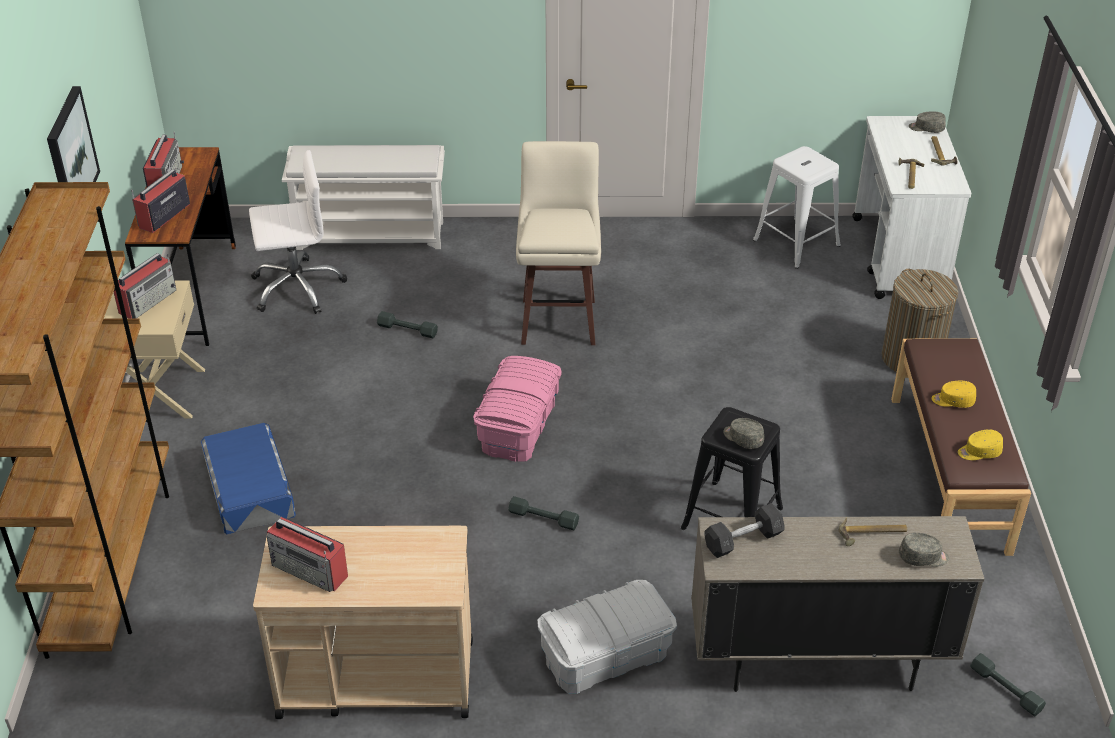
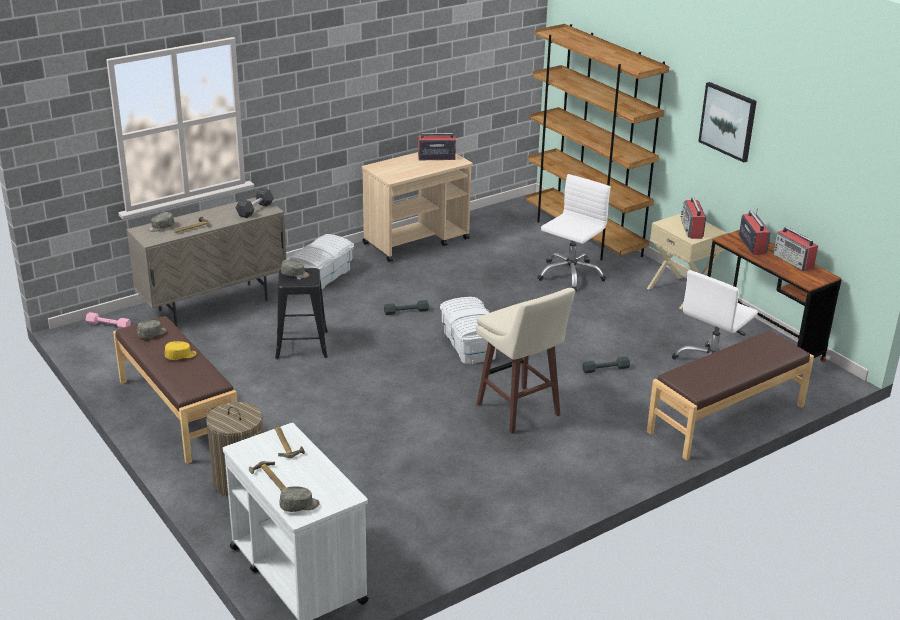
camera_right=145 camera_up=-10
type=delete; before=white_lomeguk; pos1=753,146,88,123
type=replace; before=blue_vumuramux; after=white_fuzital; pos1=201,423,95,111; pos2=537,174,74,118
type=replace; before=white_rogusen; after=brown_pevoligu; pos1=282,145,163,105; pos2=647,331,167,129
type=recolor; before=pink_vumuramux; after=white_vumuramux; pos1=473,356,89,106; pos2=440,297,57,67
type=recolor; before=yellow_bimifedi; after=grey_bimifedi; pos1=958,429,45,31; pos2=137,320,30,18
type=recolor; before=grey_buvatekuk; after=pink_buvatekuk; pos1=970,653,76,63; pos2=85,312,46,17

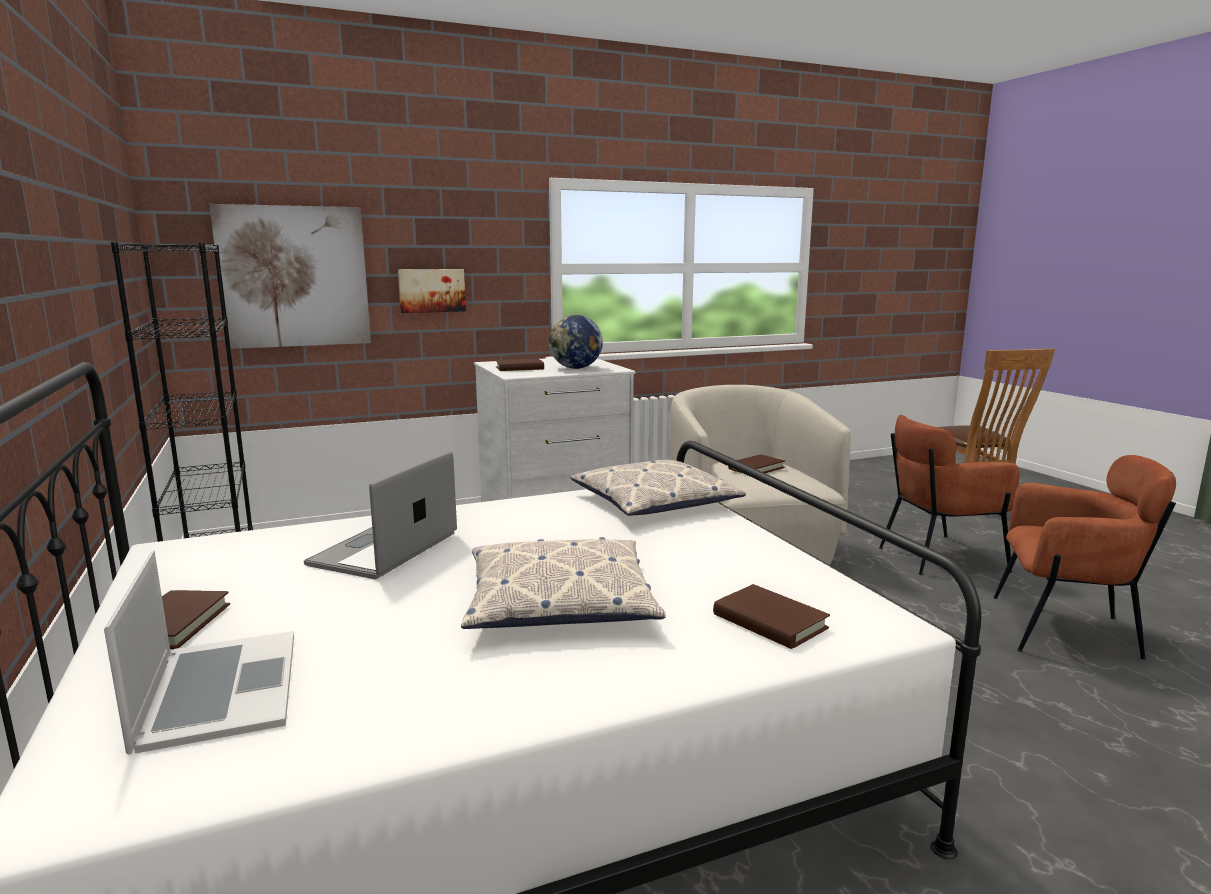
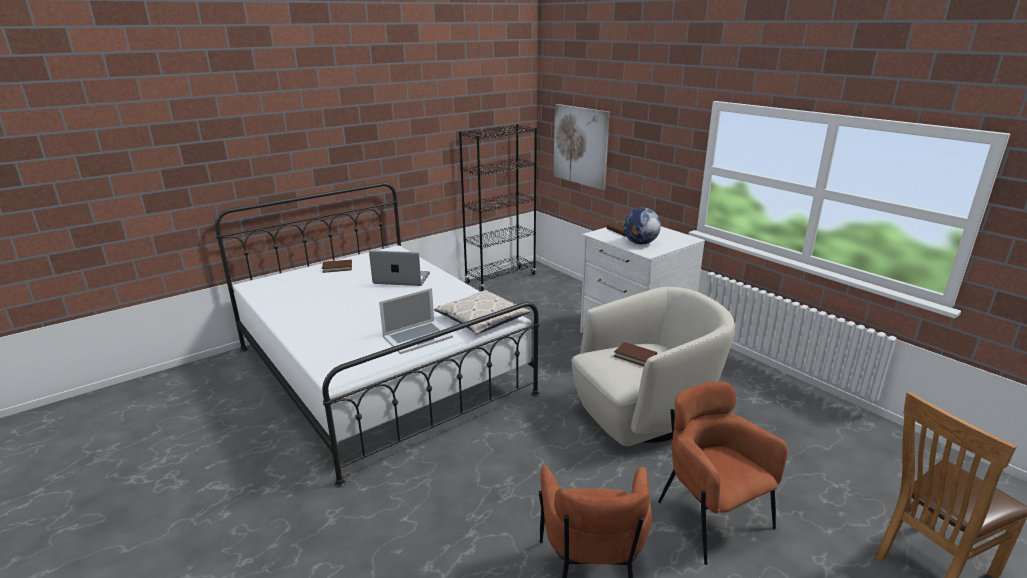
camera_right=75 camera_up=10
type=delete; before=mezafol; pos1=398,269,68,44
type=delete; before=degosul; pos1=461,537,205,92
type=delete; before=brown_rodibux; pos1=713,584,117,65
type=move; before=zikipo; pos1=104,550,190,205; pos2=379,288,74,66

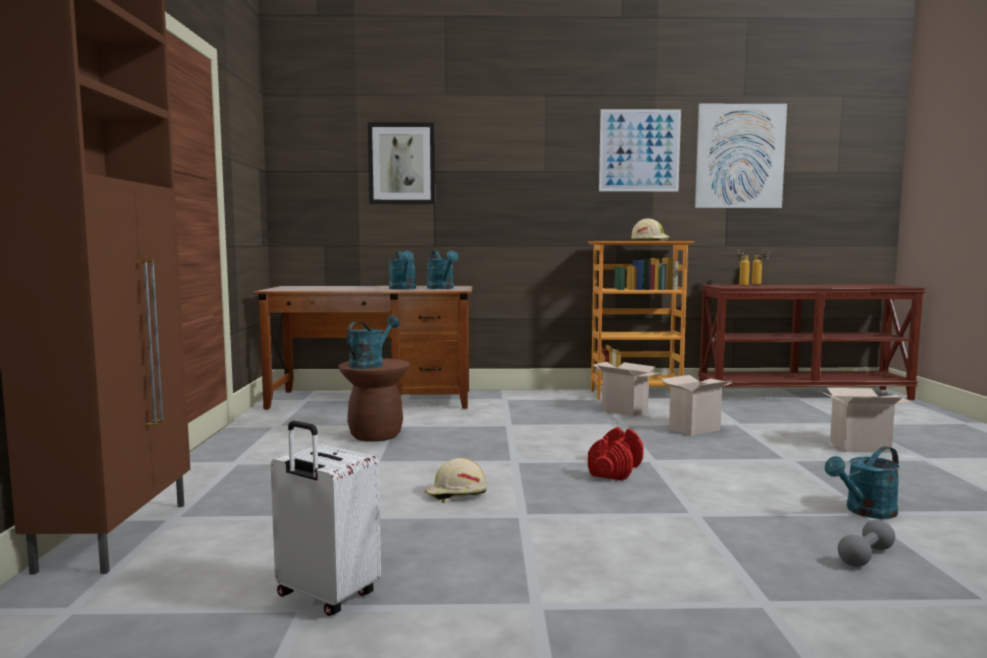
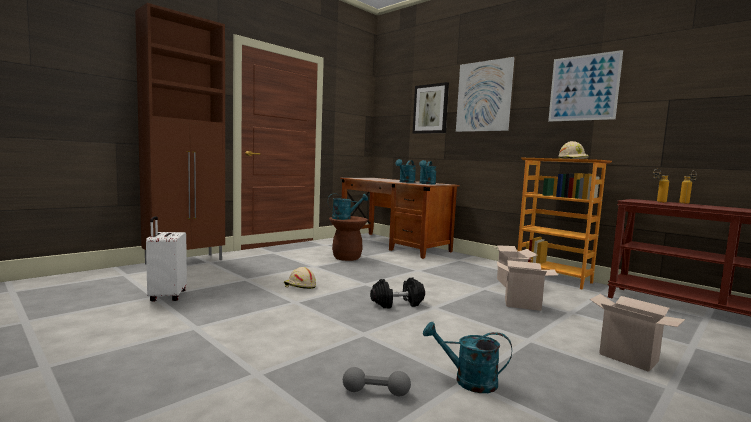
camera_right=45 camera_up=0
type=move; before=mezafol; pos1=695,104,92,104; pos2=456,57,59,75
type=recolor; before=red_buvatekuk; after=black_buvatekuk; pos1=588,427,56,54; pos2=370,278,55,31

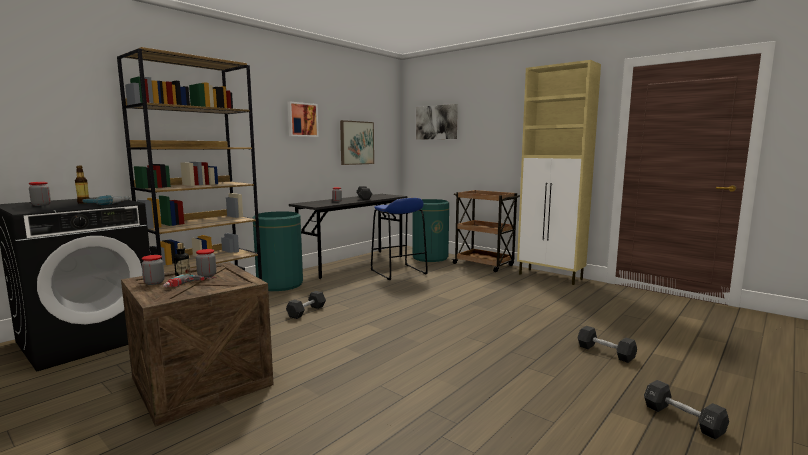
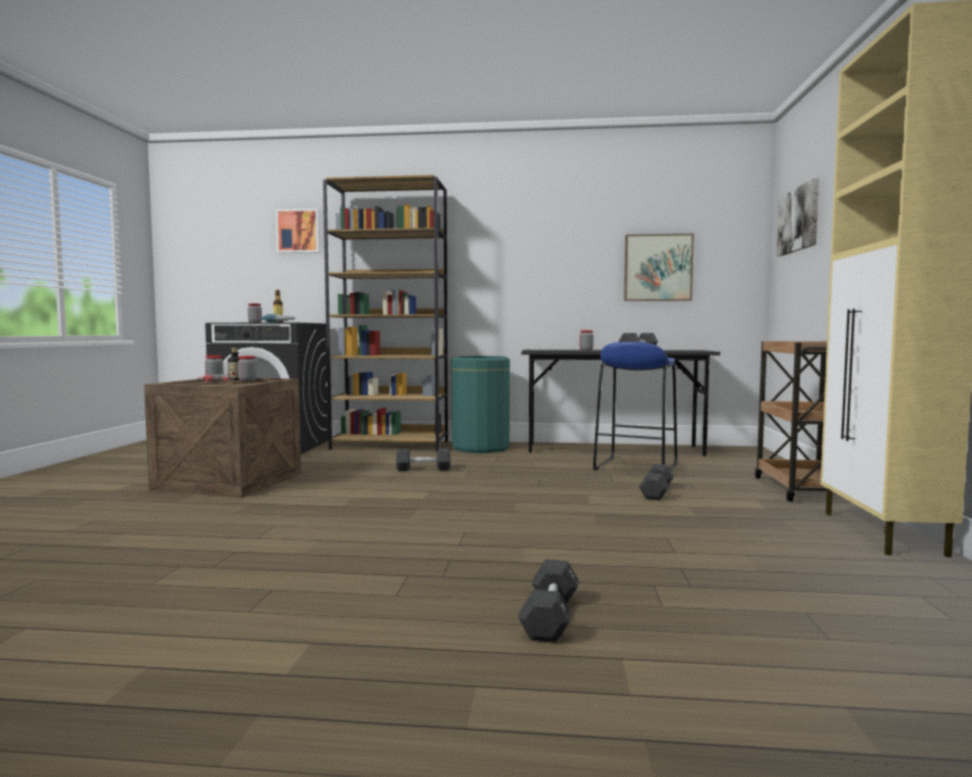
camera_right=55 camera_up=-5
type=delete; before=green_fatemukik; pos1=412,199,37,63
type=move; before=mezafol; pos1=288,102,31,35; pos2=276,208,44,45
type=move; before=black_buvatekuk; pos1=644,380,85,59; pos2=639,464,35,36

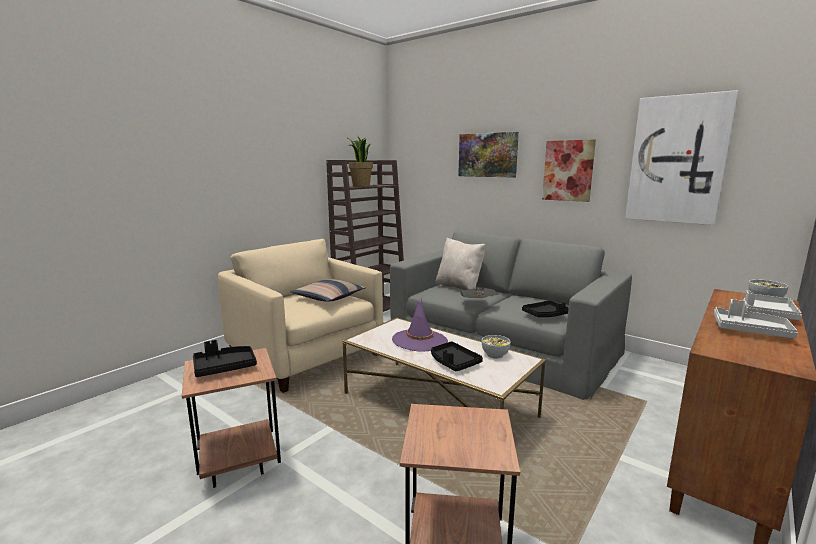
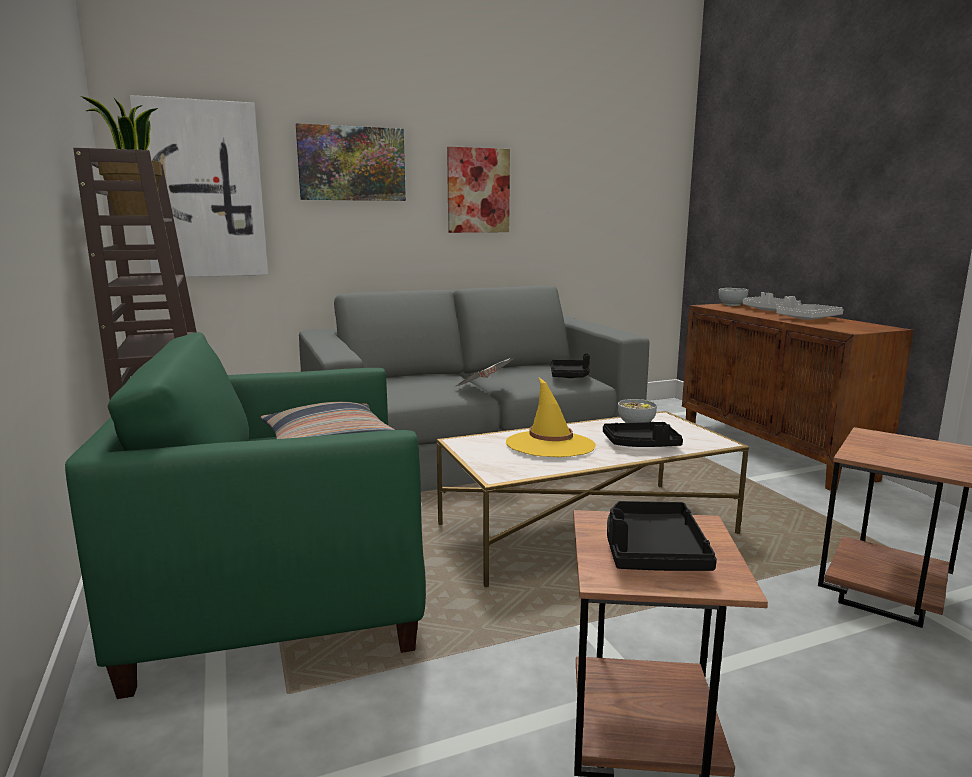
camera_right=-60 camera_up=0
type=delete; before=beige_degosul; pos1=435,238,51,52
type=move; before=mezafol; pos1=625,90,114,135; pos2=130,95,138,182
type=recolor; before=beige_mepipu; after=green_mepipu; pos1=218,239,165,154; pos2=65,332,361,367
type=recolor; before=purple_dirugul; after=yellow_dirugul; pos1=392,298,56,54; pos2=506,378,90,79

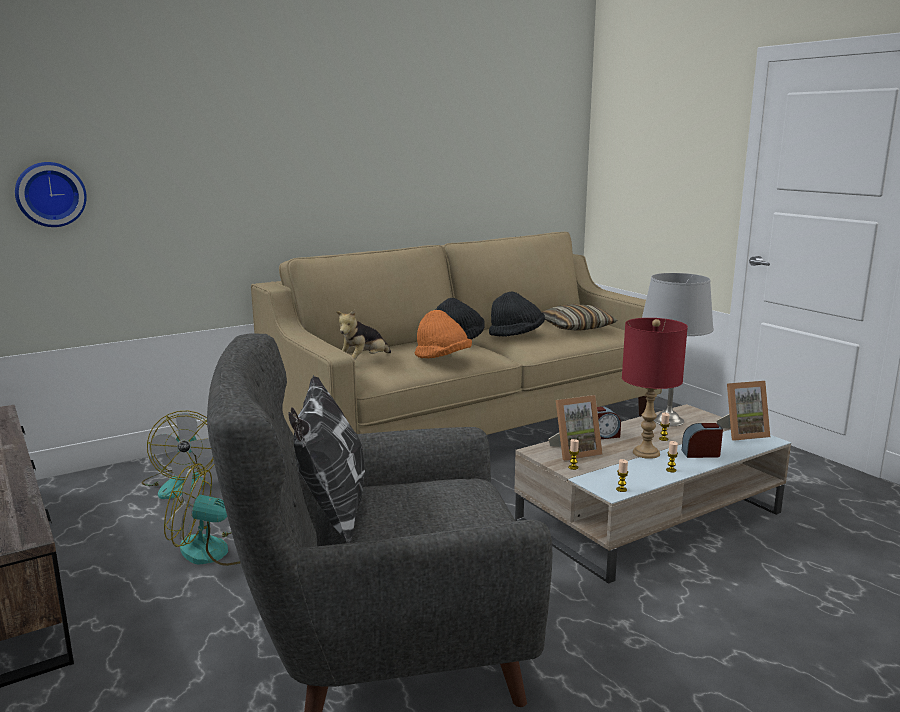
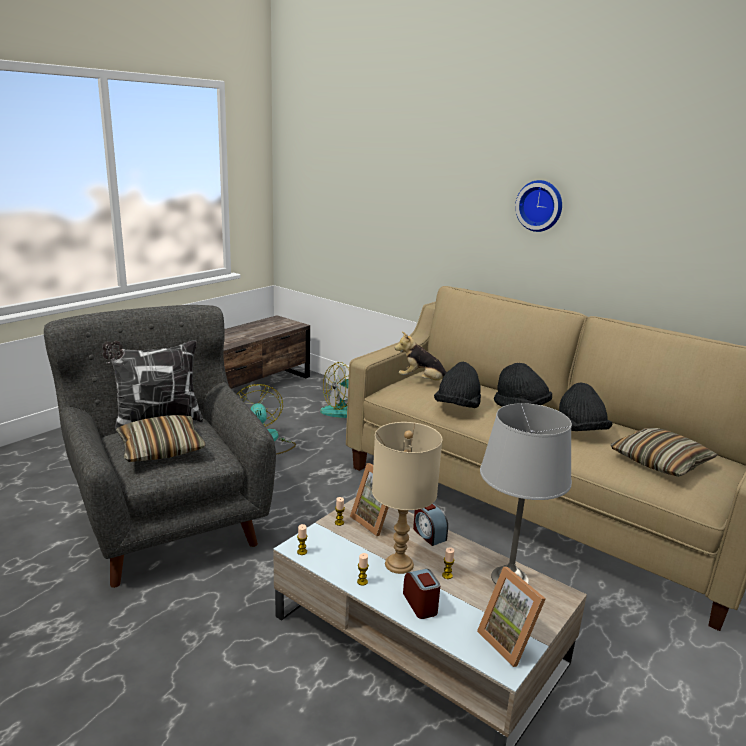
camera_right=70 camera_up=5
type=insert; after=degosul; pos2=116,415,90,47
type=move; before=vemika; pos1=15,162,72,65; pos2=515,180,47,52
type=recolor; before=orange_dirugul; after=black_dirugul; pos1=415,310,57,48; pos2=434,362,47,46
type=recolor; before=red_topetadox; after=beige_topetadox; pos1=622,318,66,141; pos2=372,422,70,152

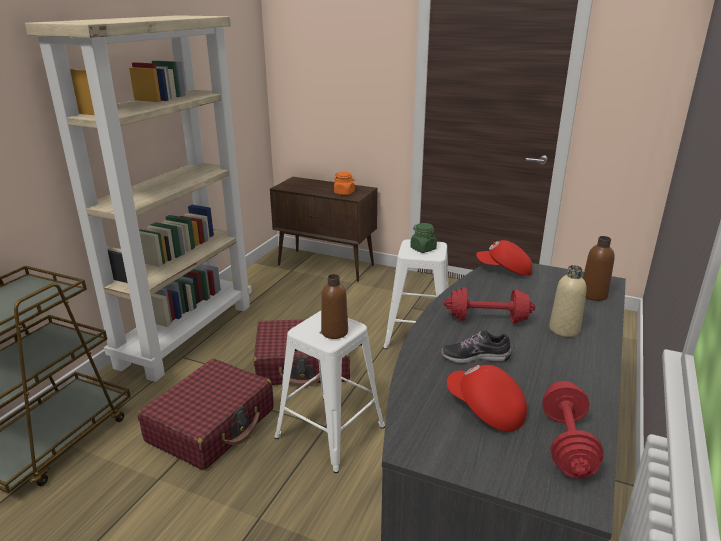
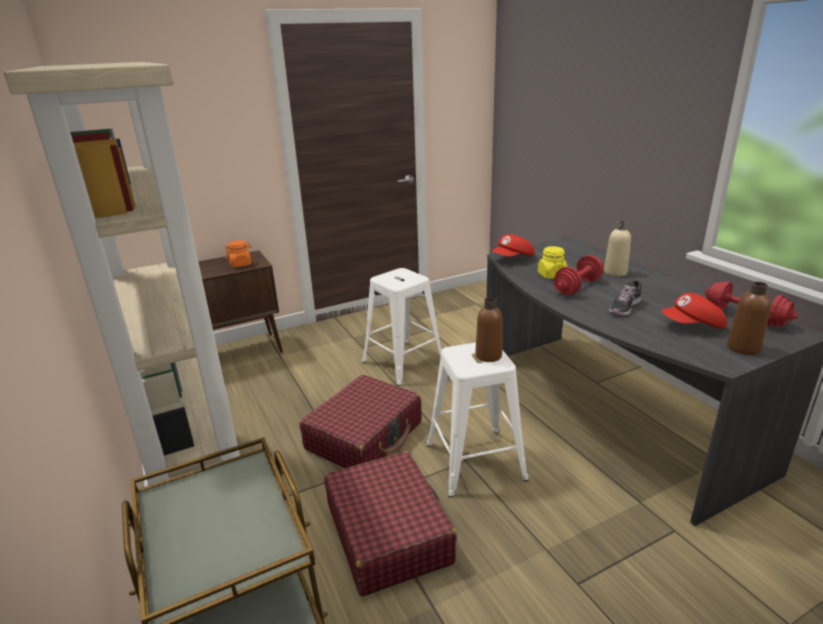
camera_right=-50 camera_up=0
type=delete; before=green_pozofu; pos1=410,223,27,30
type=insert; after=yellow_pozofu; pos2=538,246,29,33
type=move; before=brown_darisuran; pos1=583,236,32,65; pos2=727,282,44,73

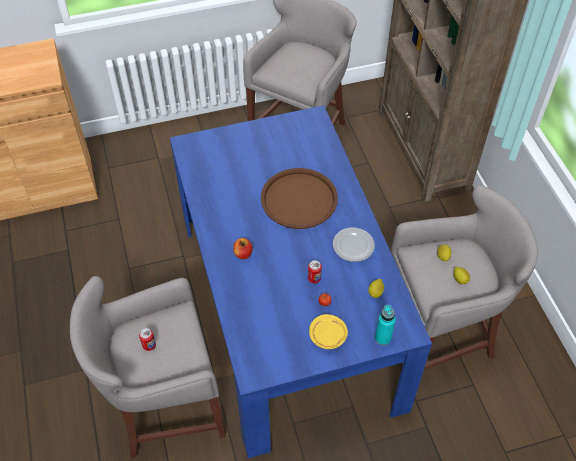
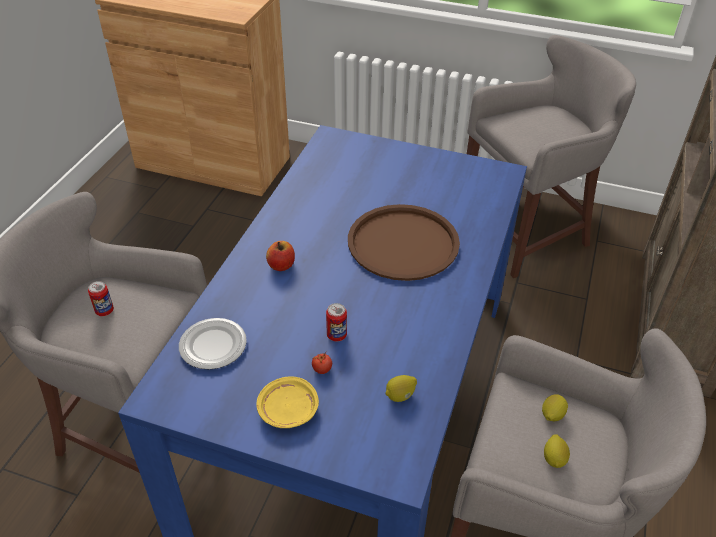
camera_right=35 camera_up=-10
type=delete; before=turquoise_darisuran; pos1=375,305,21,41
type=move; before=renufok; pos1=333,228,42,34; pos2=179,318,68,51

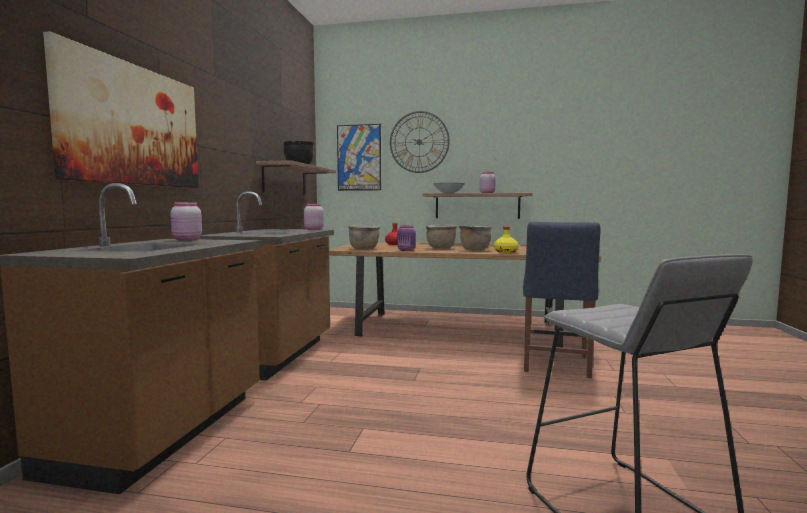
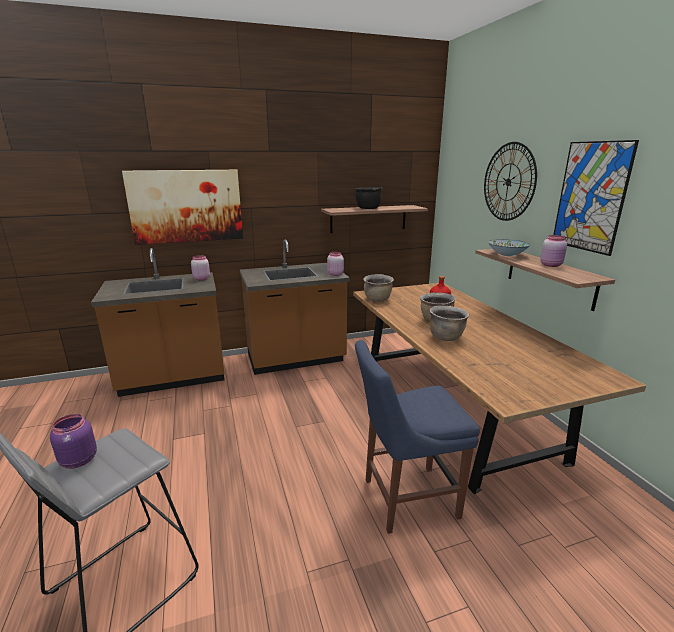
camera_right=60 camera_up=15
type=delete; before=yellow_darisuran; pos1=494,226,25,27
type=move; before=mezafol; pos1=337,124,44,67; pos2=553,140,86,116
type=move; before=purple_pozofu; pos1=397,225,19,26; pos2=50,414,47,55

